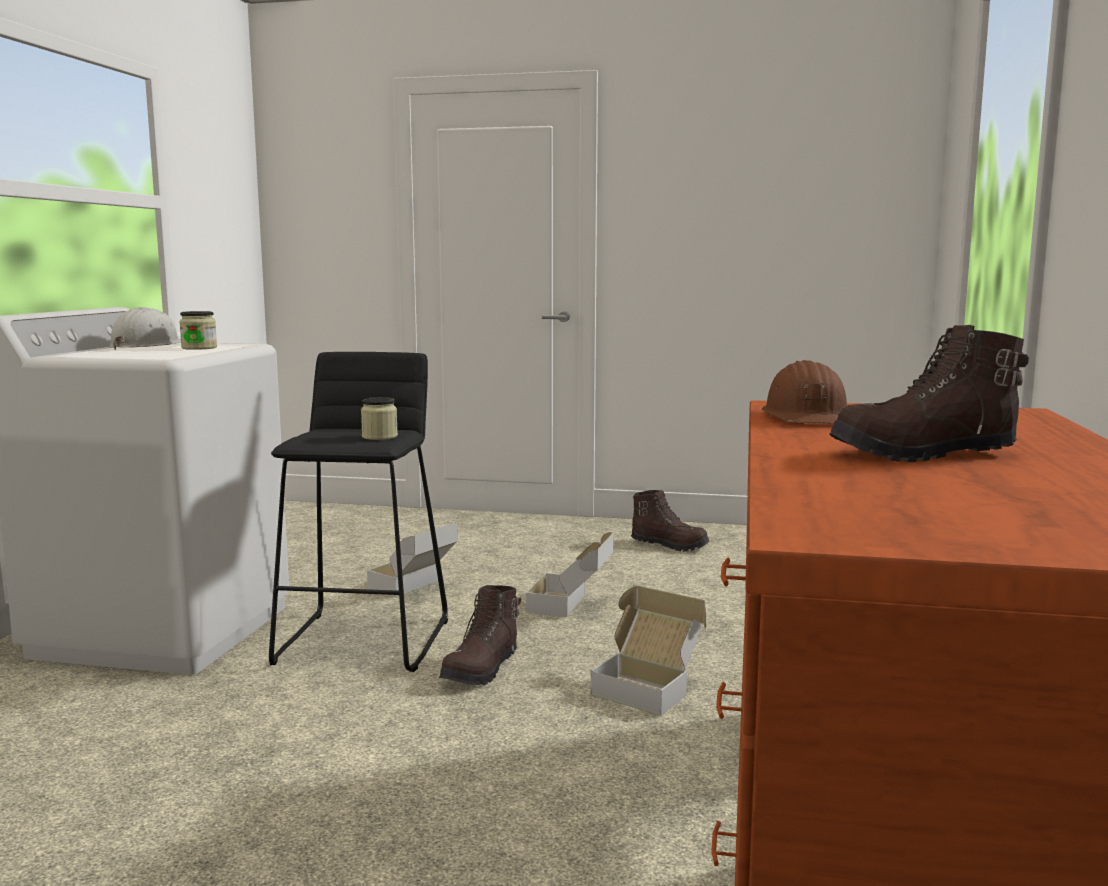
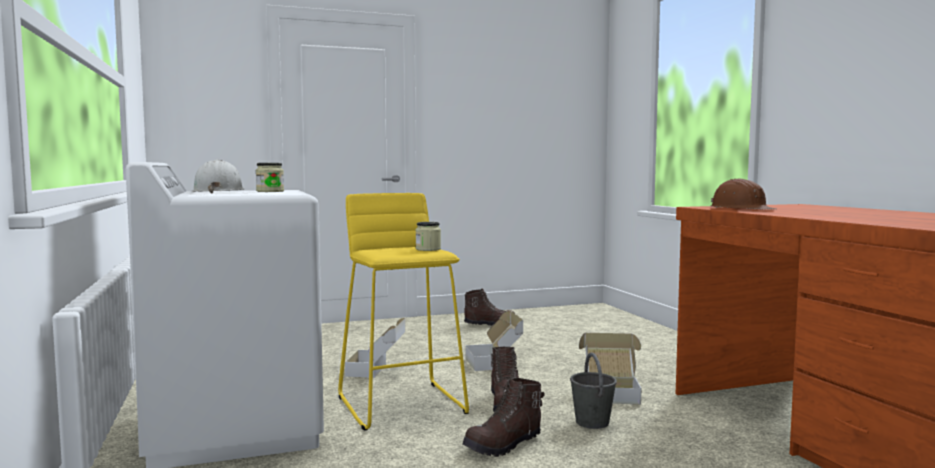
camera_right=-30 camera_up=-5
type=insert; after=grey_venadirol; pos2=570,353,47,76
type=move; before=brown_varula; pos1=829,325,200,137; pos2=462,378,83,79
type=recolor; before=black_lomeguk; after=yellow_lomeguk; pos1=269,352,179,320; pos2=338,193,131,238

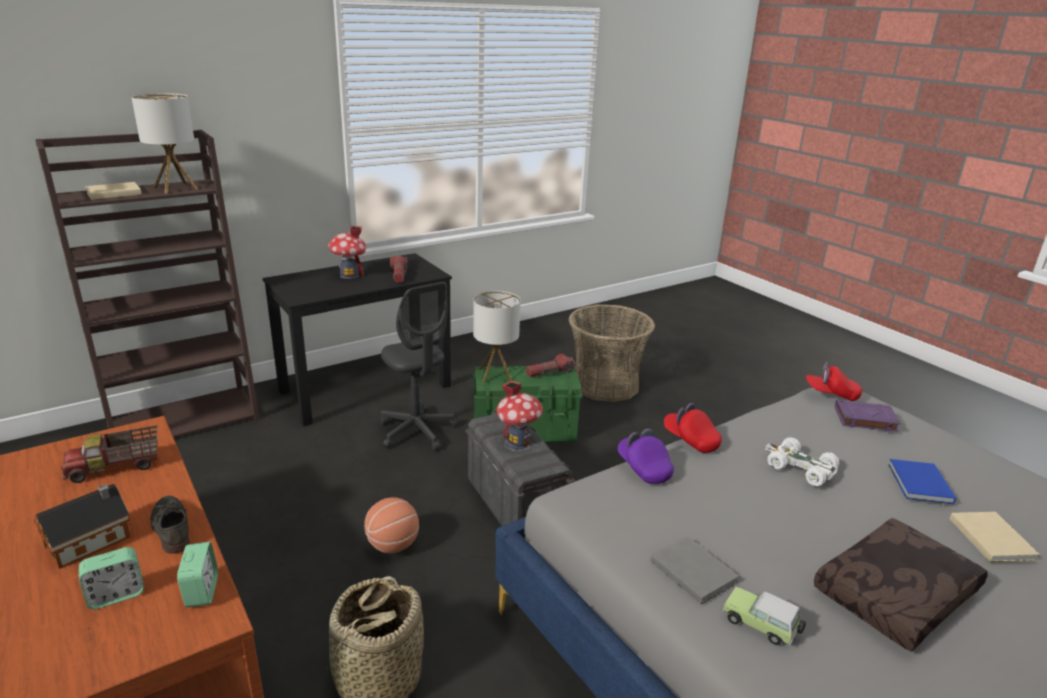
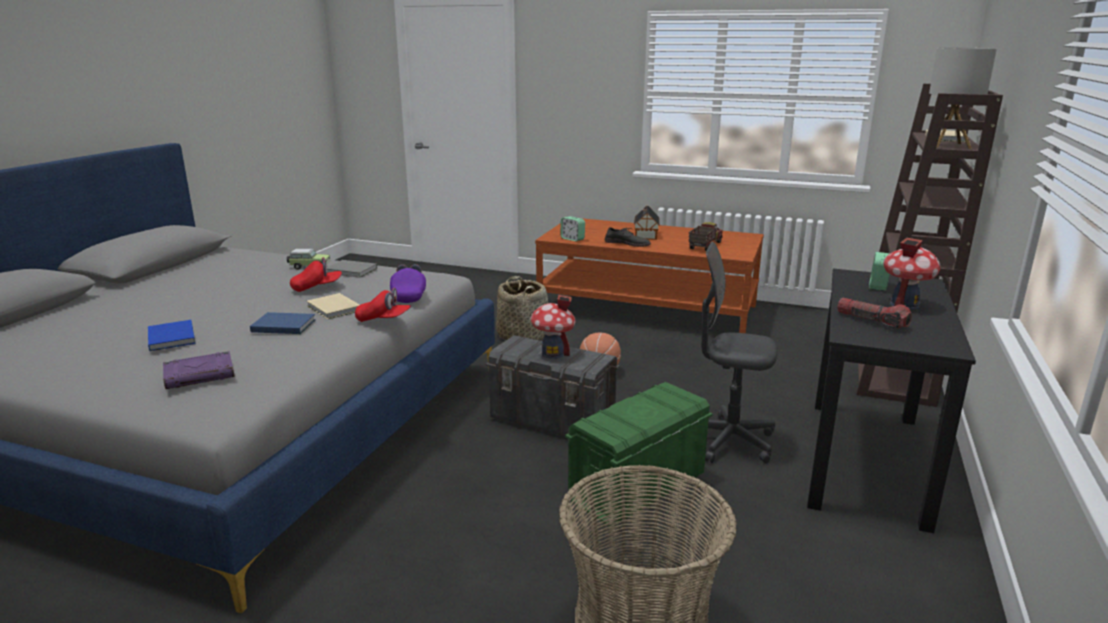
camera_right=145 camera_up=-5
type=delete; before=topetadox; pos1=473,291,48,91
type=delete; before=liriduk; pos1=526,354,49,23
type=delete; before=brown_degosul; pos1=814,518,173,134
type=move; before=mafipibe; pos1=79,547,65,62; pos2=869,252,21,39
type=move; before=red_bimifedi; pos1=806,361,56,40; pos2=290,257,52,35
type=move; before=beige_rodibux; pos1=950,512,90,50; pos2=307,293,53,26
type=replace; before=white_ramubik; after=blue_rodibux; pos1=765,437,74,49; pos2=250,312,66,22
type=rotate; before=purple_bimifedi; pos1=618,429,56,55; pos2=390,264,36,39; turn=-120

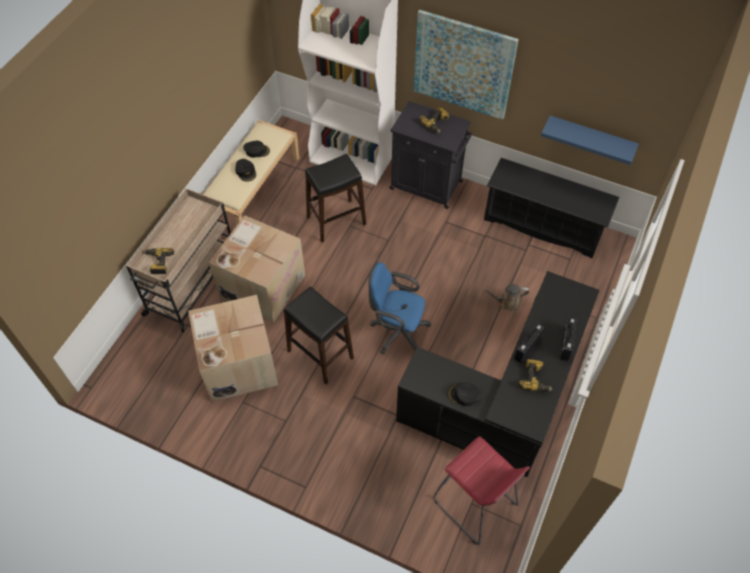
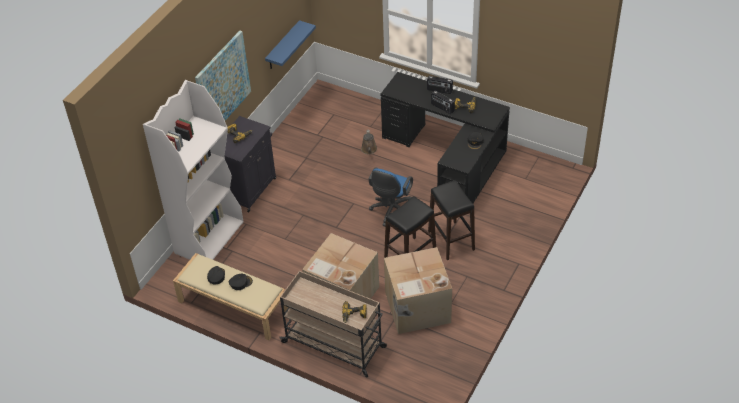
camera_right=-85 camera_up=-10
type=delete; before=red_lomeguk; pos1=433,436,97,109
type=delete; before=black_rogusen; pos1=484,158,135,100
type=move; before=black_lomeguk; pos1=305,154,61,88; pos2=428,180,47,80

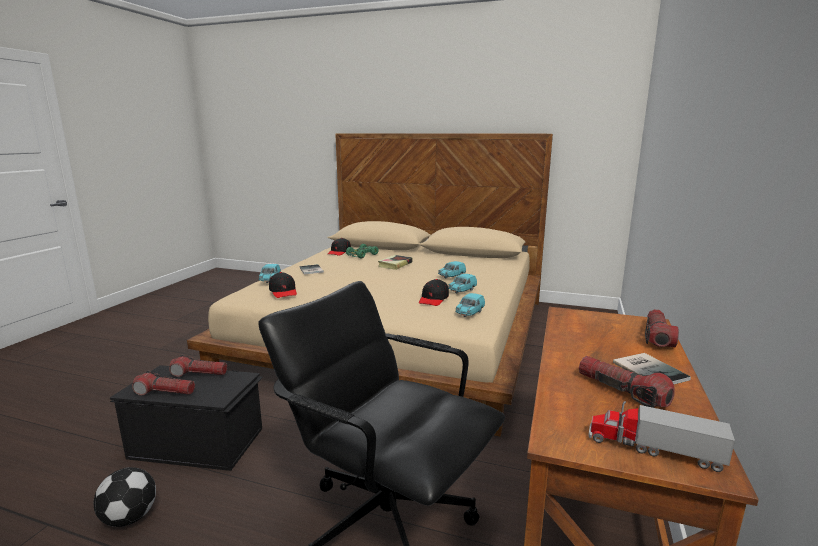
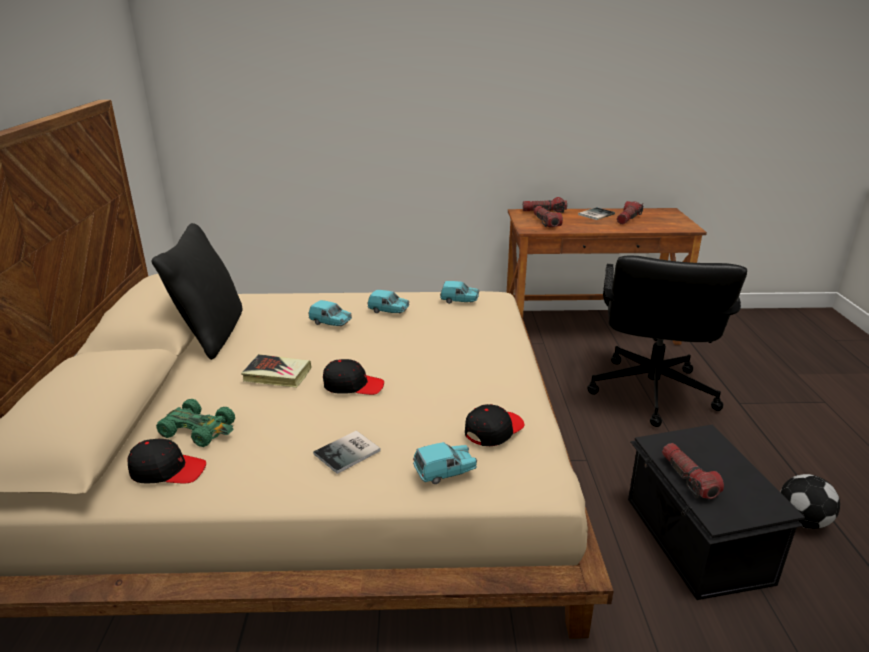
camera_right=-110 camera_up=10
type=delete; before=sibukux; pos1=588,401,147,71
type=insert; after=black_degosul; pos2=152,223,90,137
type=move; before=liriduk; pos1=132,371,63,25; pos2=534,206,29,22
type=move; before=black_bimifedi; pos1=419,279,30,27; pos2=323,359,61,36

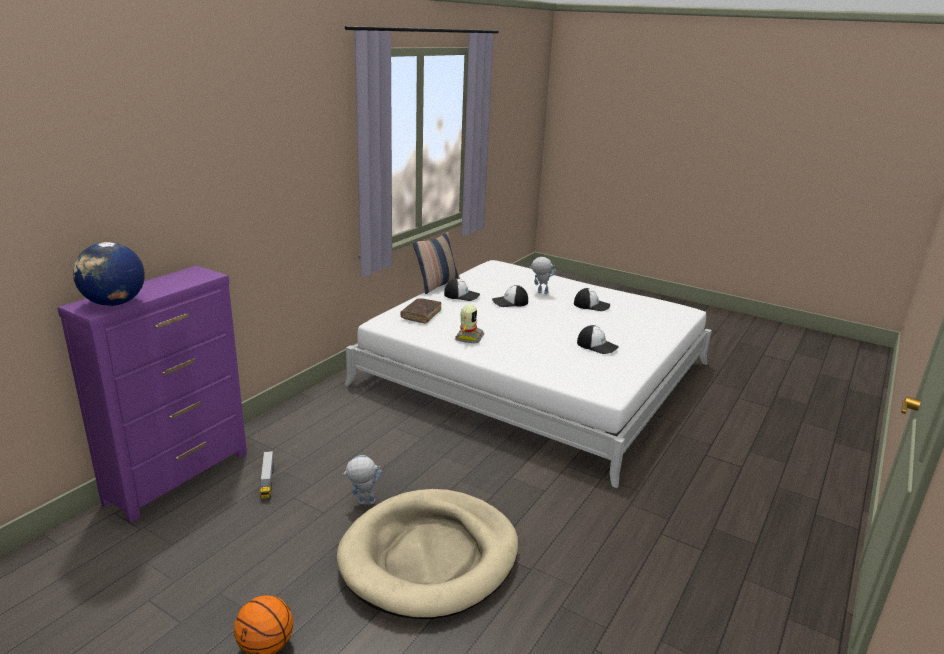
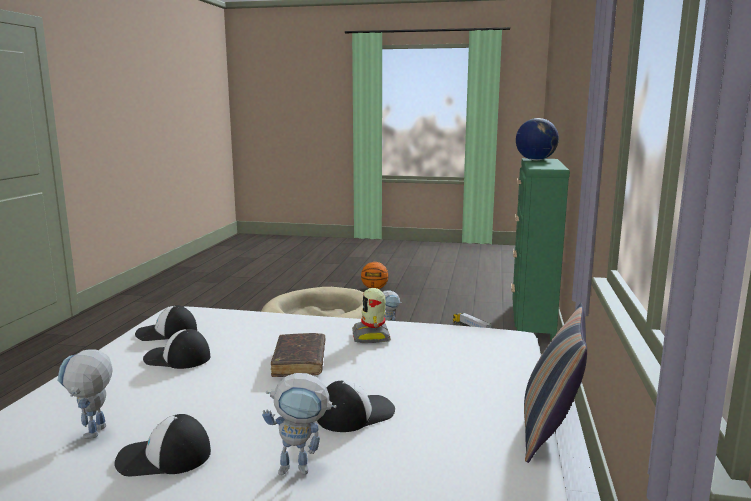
camera_right=160 camera_up=-10
type=insert; after=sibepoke; pos2=57,349,56,90
type=move; before=brown_rodibux; pos1=401,299,41,25; pos2=271,333,54,44
type=move; before=bimifedi; pos1=444,278,36,23; pos2=135,305,62,36
type=recolor; before=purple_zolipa; after=green_zolipa; pos1=58,266,189,257; pos2=511,158,59,183

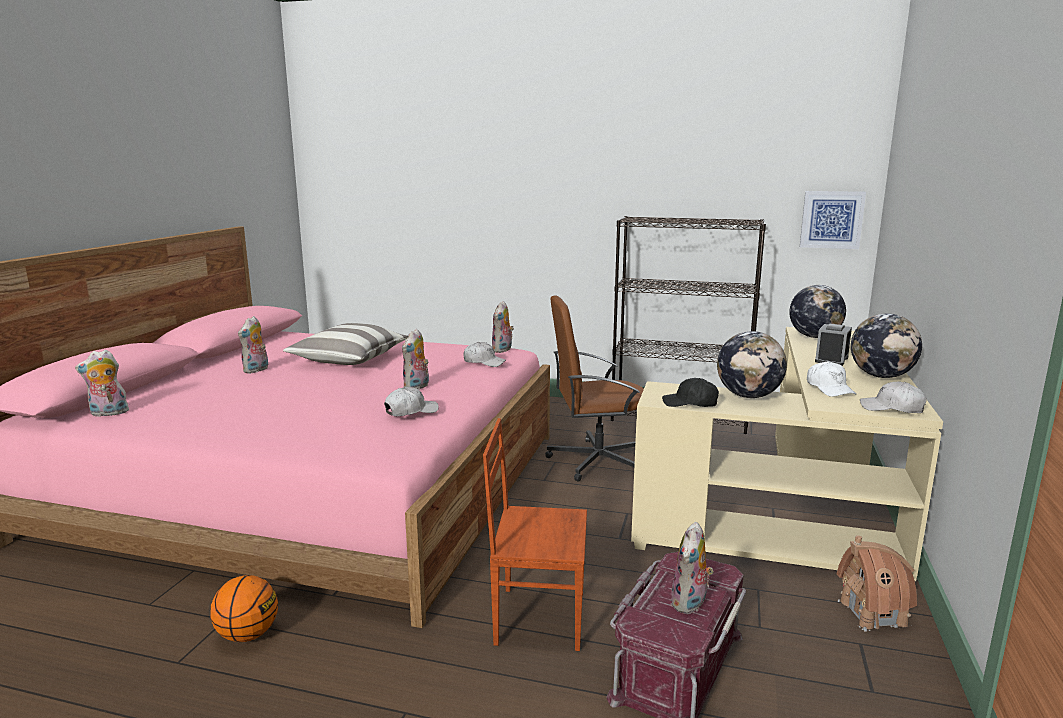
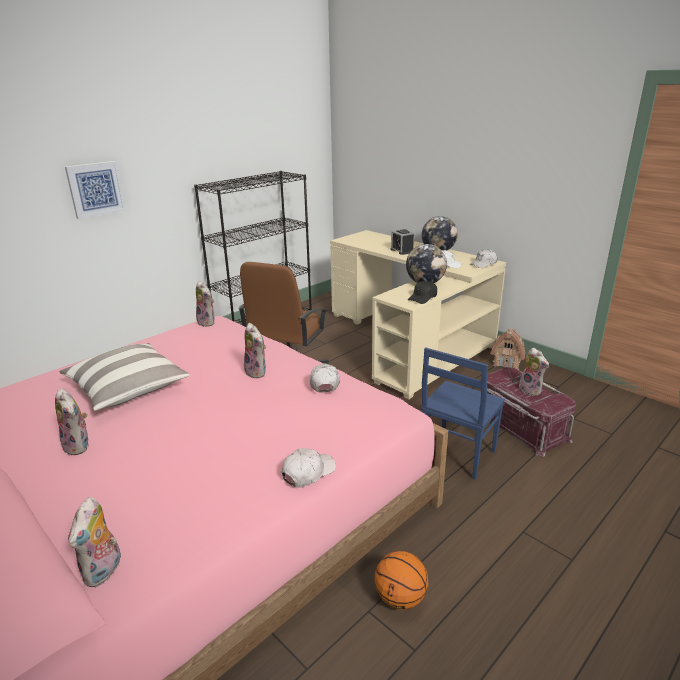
camera_right=-60 camera_up=10
type=delete; before=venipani; pos1=789,285,57,53
type=move; before=white_bimifedi; pos1=463,342,43,25; pos2=282,448,54,39
type=move; before=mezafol; pos1=800,191,66,58; pos2=65,161,61,58
type=recolor; before=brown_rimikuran; after=blue_rimikuran; pos1=483,418,104,233; pos2=421,347,84,133

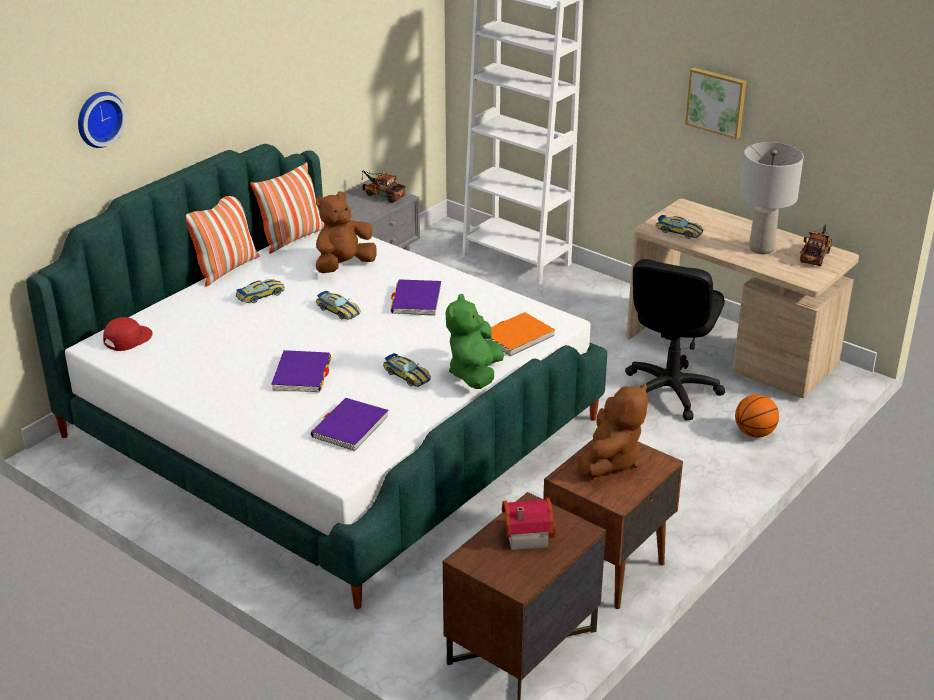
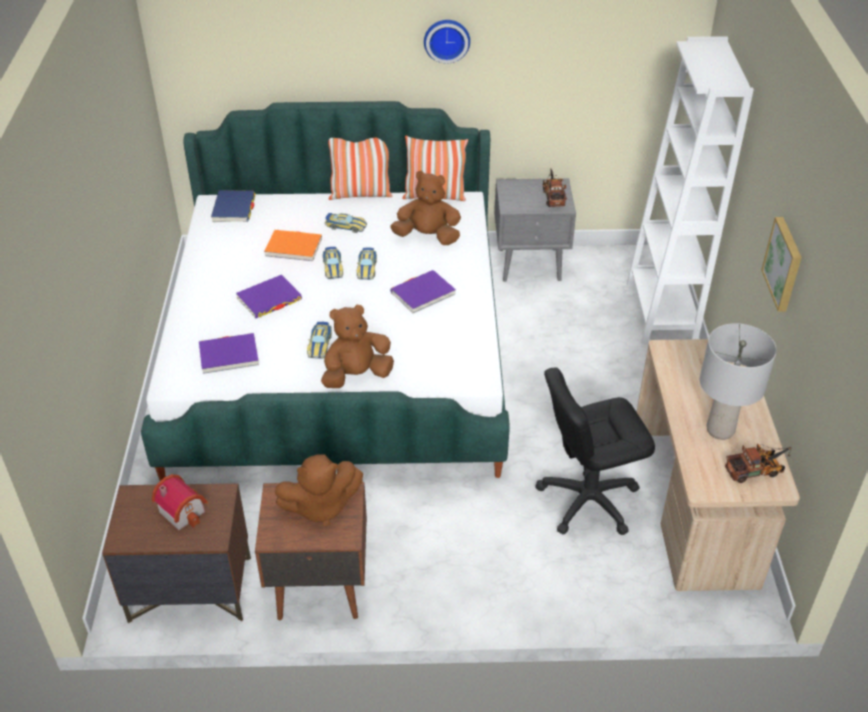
camera_right=50 camera_up=10
type=delete; before=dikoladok; pos1=735,394,44,44
type=move; before=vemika; pos1=78,92,48,56; pos2=424,20,46,43
type=move; before=orange_rodibux; pos1=485,312,70,44; pos2=264,230,58,31
type=move; before=ramubik; pos1=656,215,47,24; pos2=322,247,21,32
type=replace; before=red_bimifedi; after=blue_rodibux; pos1=103,317,50,34; pos2=211,190,44,32
type=recolor; before=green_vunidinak; after=brown_vunidinak; pos1=445,294,59,95; pos2=321,305,73,83

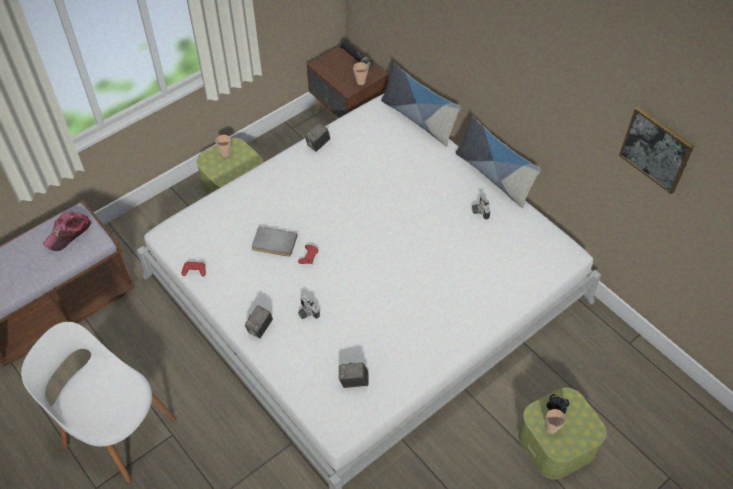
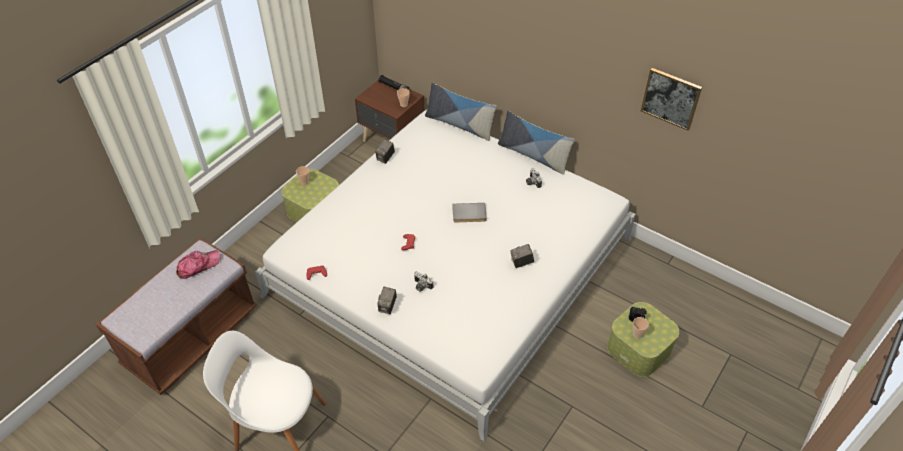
camera_right=-15 camera_up=-5
type=move; before=grey_rodibux; pos1=252,226,46,31; pos2=452,203,35,19
type=move; before=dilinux; pos1=339,362,30,26; pos2=510,244,24,24
type=rotate; before=bimifedi; pos1=43,212,48,39; pos2=176,250,45,29; turn=-150

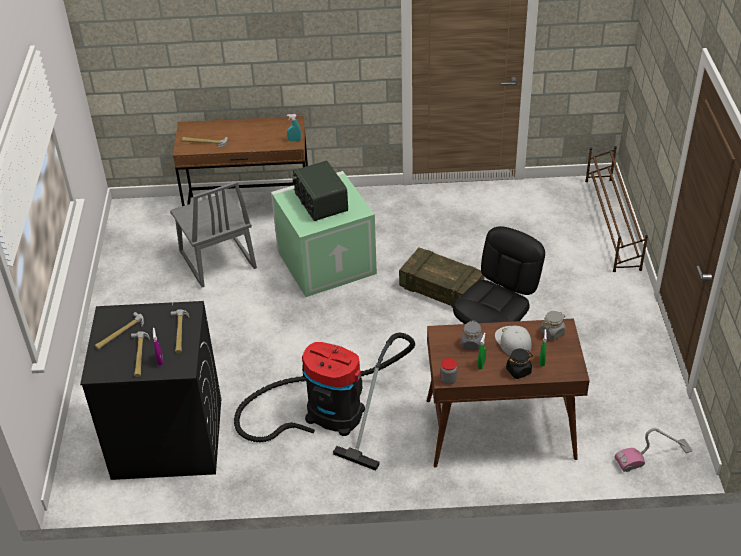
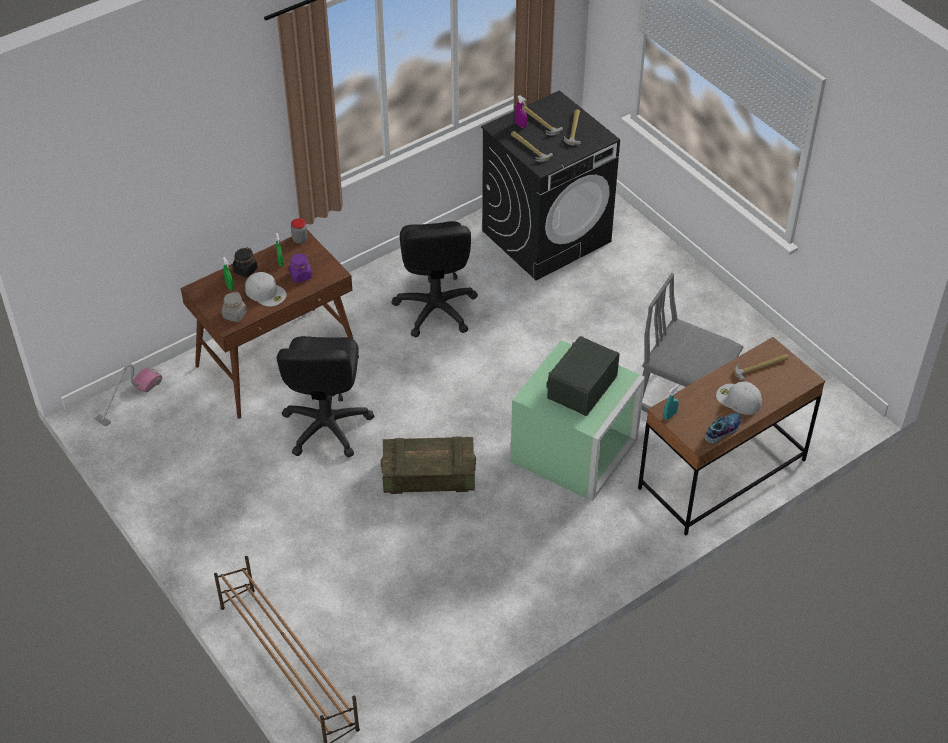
camera_right=145 camera_up=5
type=insert; after=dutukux; pos2=705,413,36,31
type=insert; after=white_bimifedi; pos2=716,381,46,34
type=replace; before=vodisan; after=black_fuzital; pos1=234,333,181,138; pos2=391,221,87,116
type=recolor; before=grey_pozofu; after=purple_pozofu; pos1=461,320,22,30; pos2=289,253,23,30
type=rotate; before=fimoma; pos1=292,160,56,61; pos2=547,336,72,80; turn=-90

